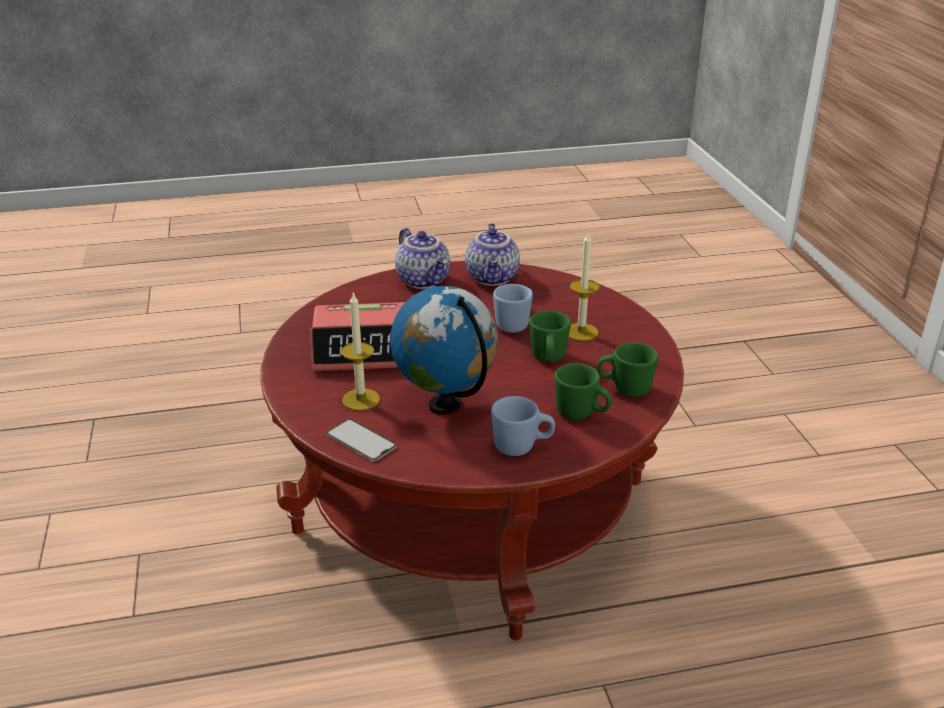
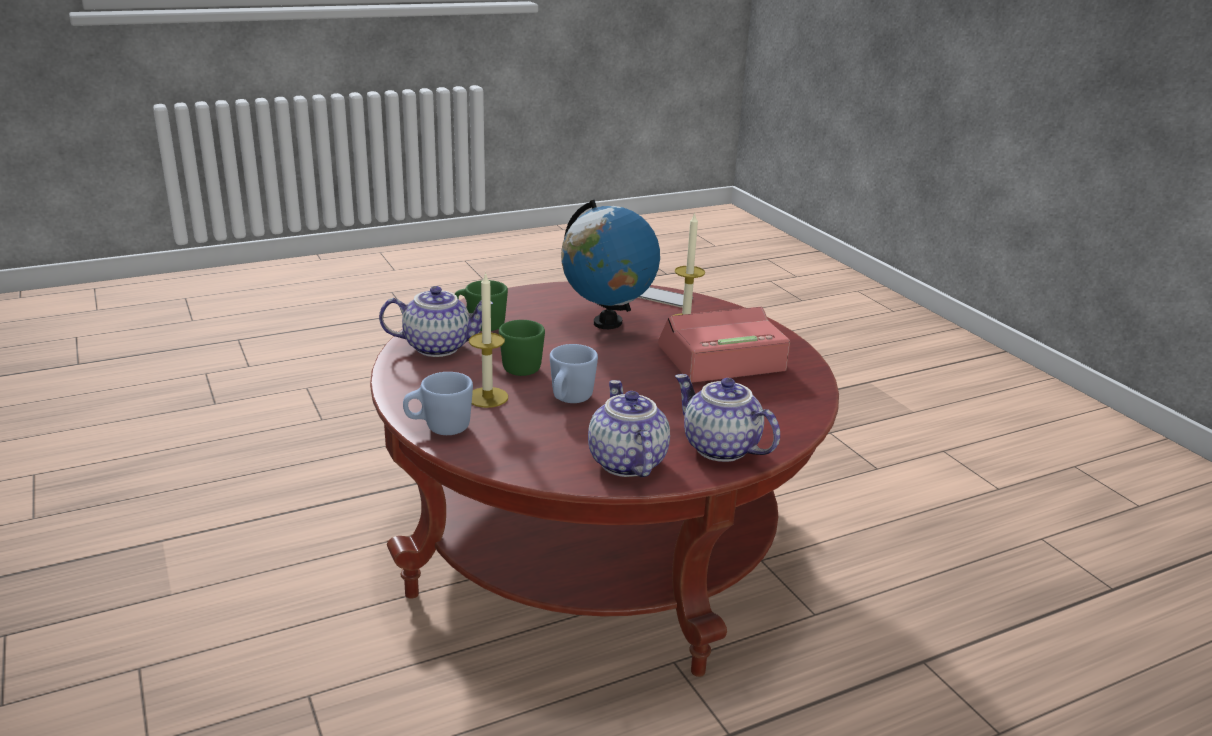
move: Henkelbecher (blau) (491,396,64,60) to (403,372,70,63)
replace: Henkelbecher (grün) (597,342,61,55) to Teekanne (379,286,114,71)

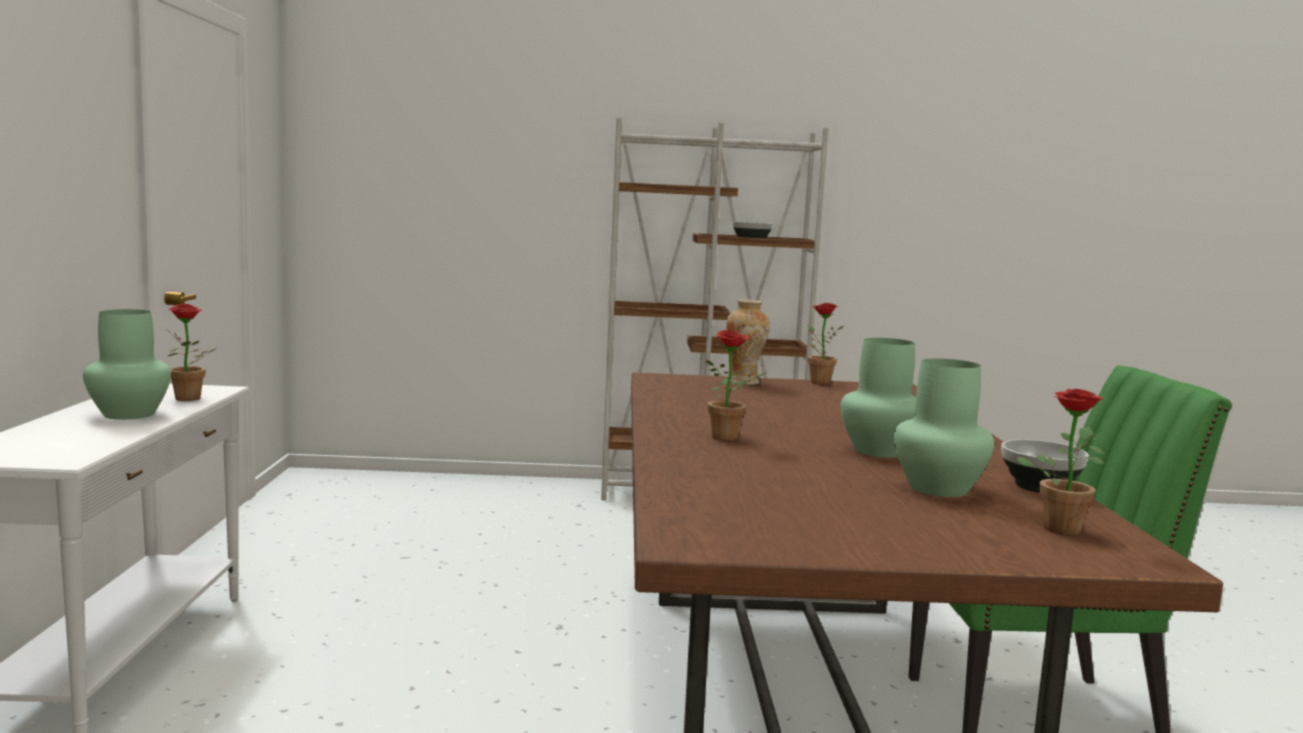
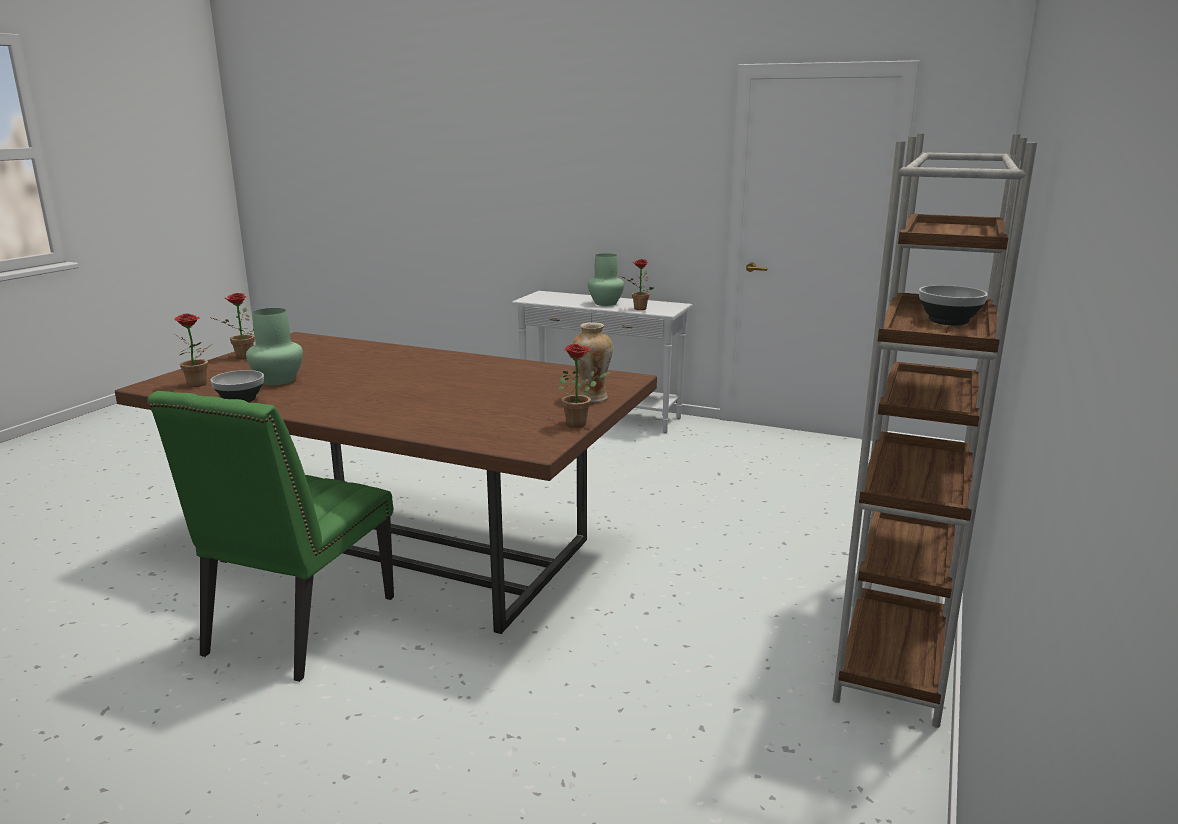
delete: Vase (grün) (840,338,76,120)
move: Topfpflanze (706,330,62,111) to (212,293,43,66)

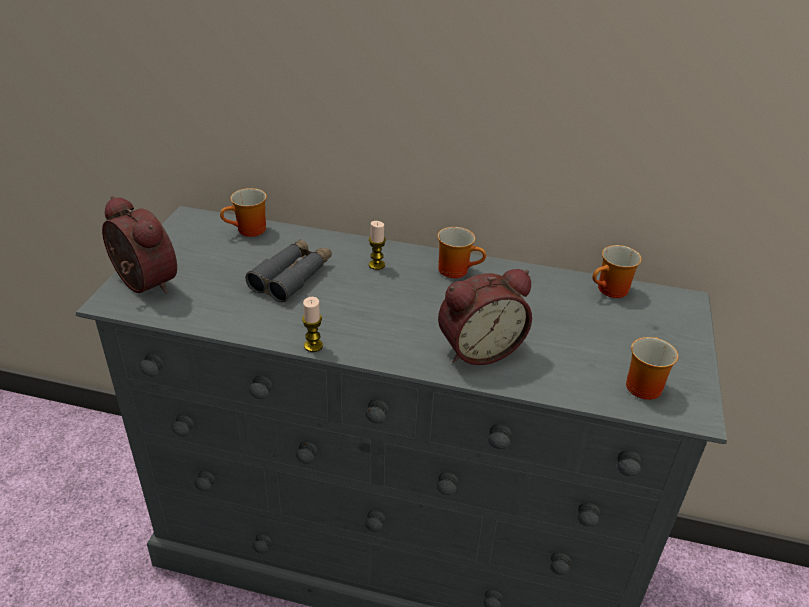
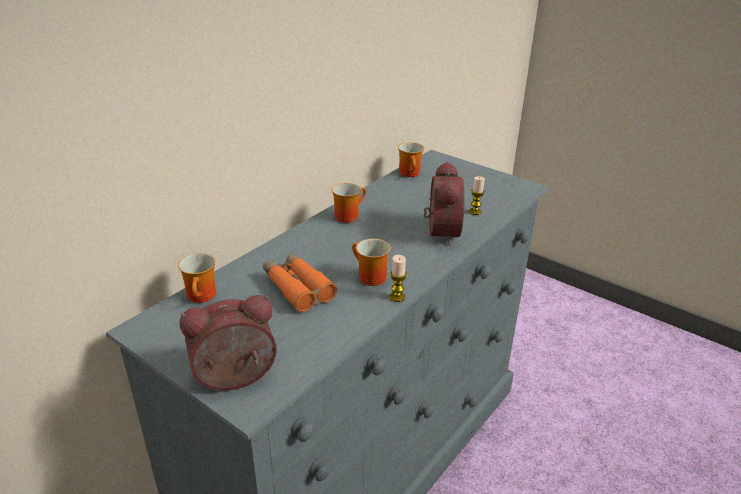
move: Kerze (369,221,17,49) to (469,176,16,39); Henkelbecher (626,337,52,63) to (352,239,39,47)
recolor: Fernglas (grau) (246,239,86,63) to Fernglas (orange) (263,253,74,59)

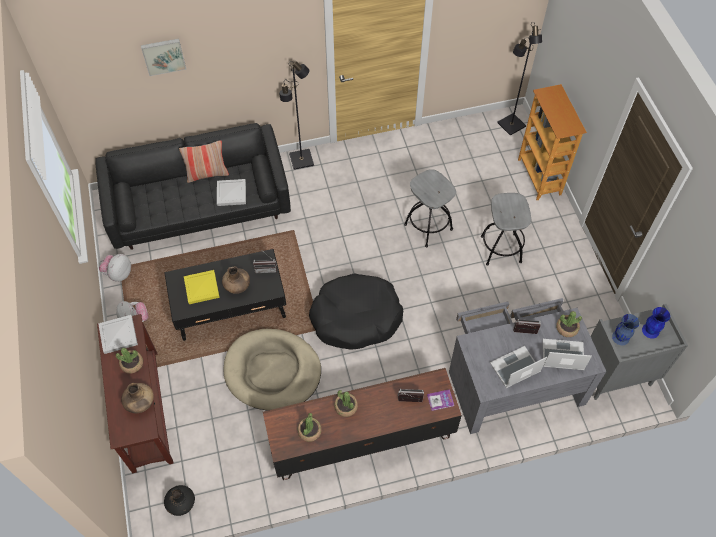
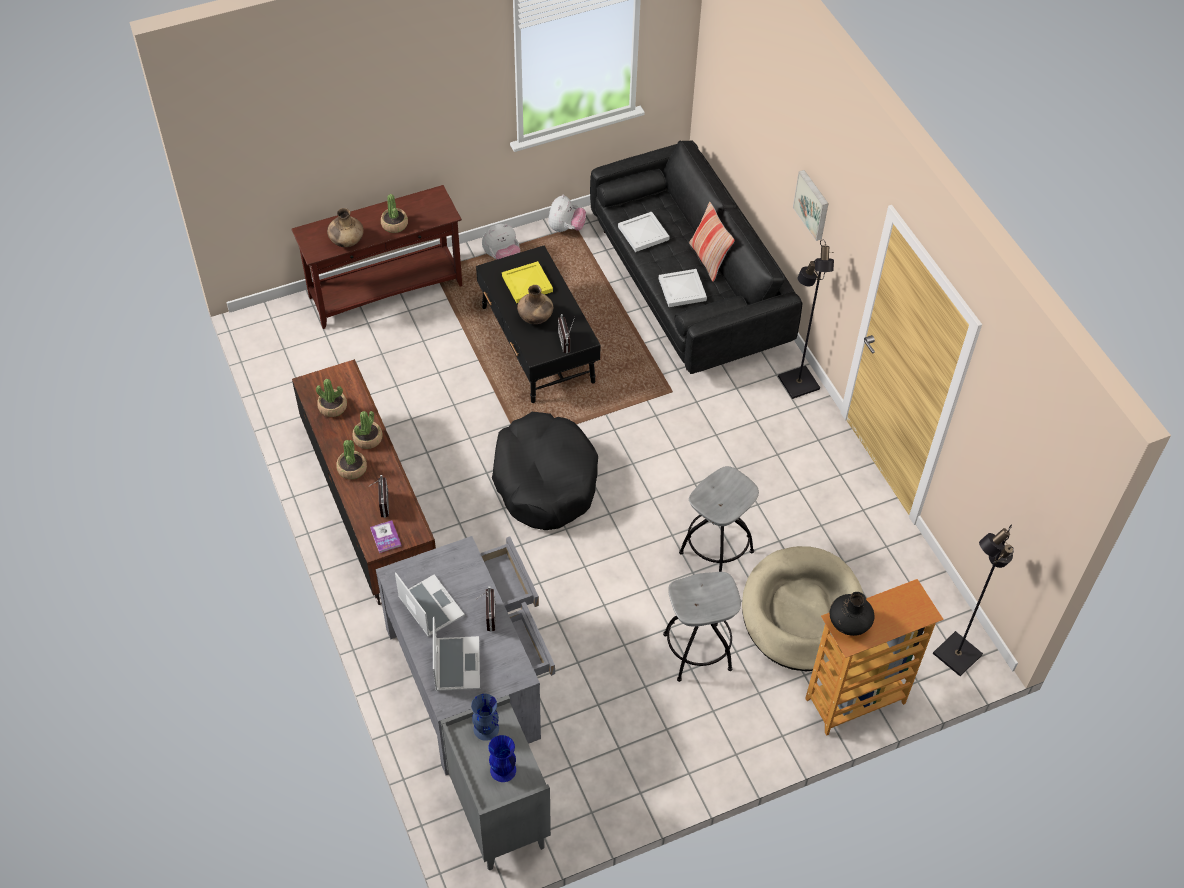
move: Tablett (weiß) (98,315,40,39) to (618,212,52,40); Bild (141,39,45,37) to (793,170,36,71); Vase (schwarz) (164,485,31,31) to (830,592,45,44); Hundebett (beige) (224,329,97,82) to (742,546,121,125); Topfpflanze (556,311,26,26) to (336,440,31,39)
rotate: Plüschtier (99,254,32,28) = (548,195,38,37) 90 degrees clockwise

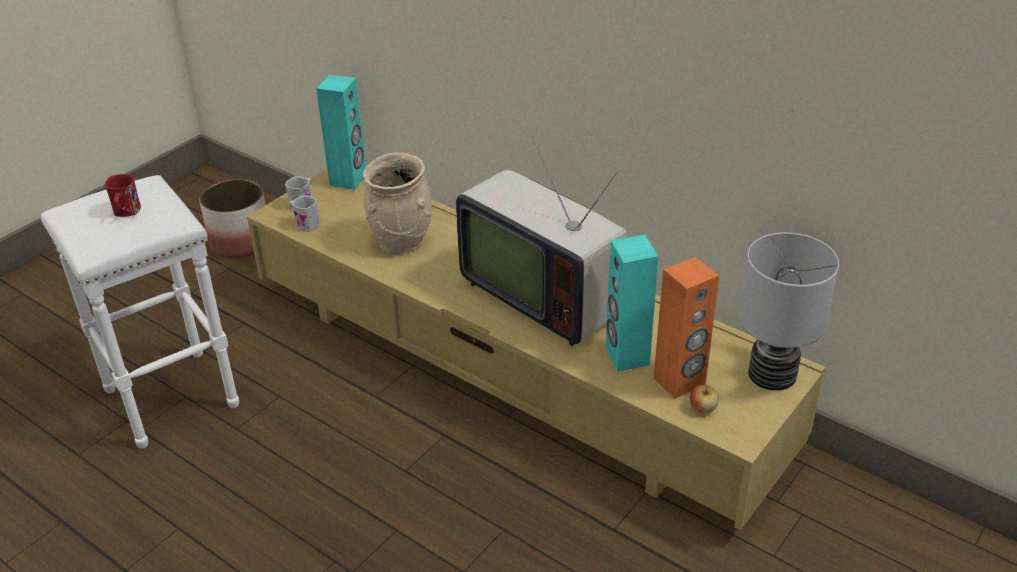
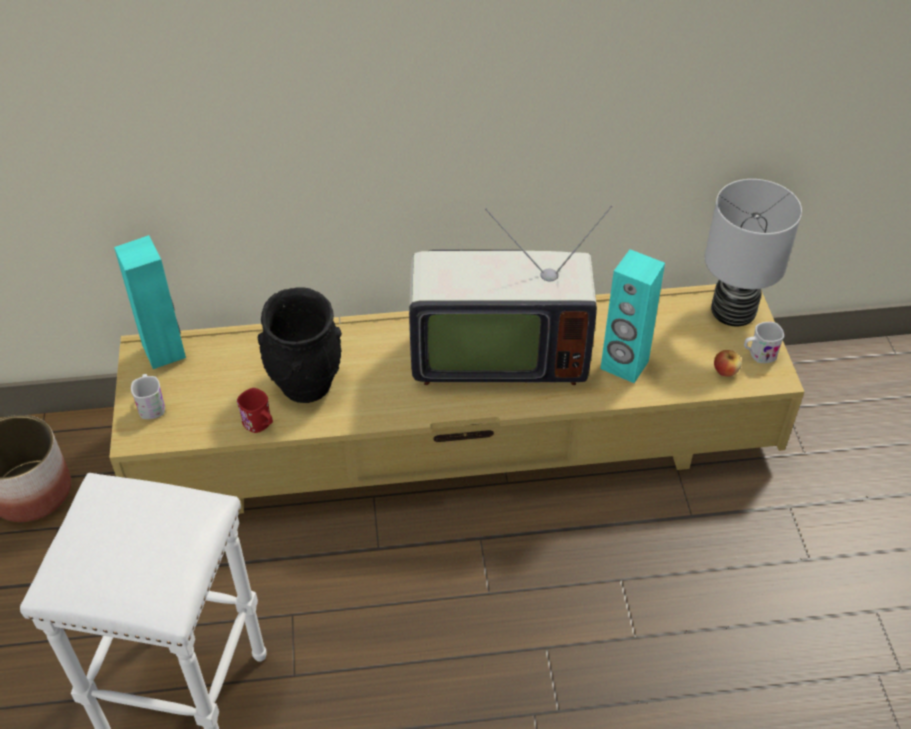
delete: Lautsprecher (orange) (654,257,66,142)
move: Henkelbecher (rot) (105,174,36,43) to (237,388,36,45); Henkelbecher (weiß) (289,195,31,37) to (744,322,40,41)
recolor: Vase (beige) (363,152,69,103) to Vase (schwarz) (258,287,84,116)

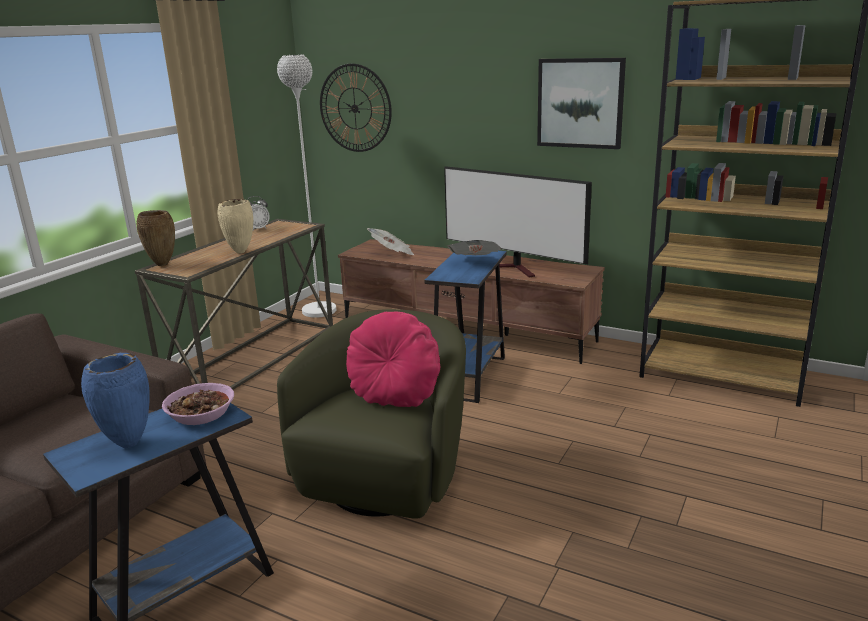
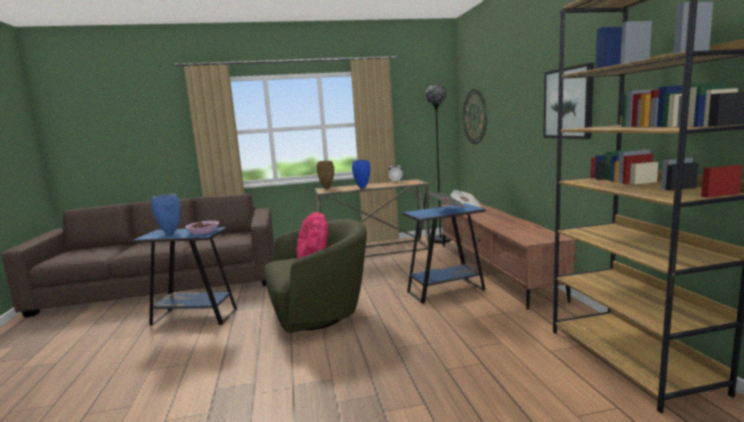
delete: Fernseher (444,166,148,112)
recolor: Vase (beige) (218,199,35,55) to Vase (blau) (352,160,18,28); Stehlampe (weiß) (277,54,59,264) to Stehlampe (schwarz) (426,85,25,158)

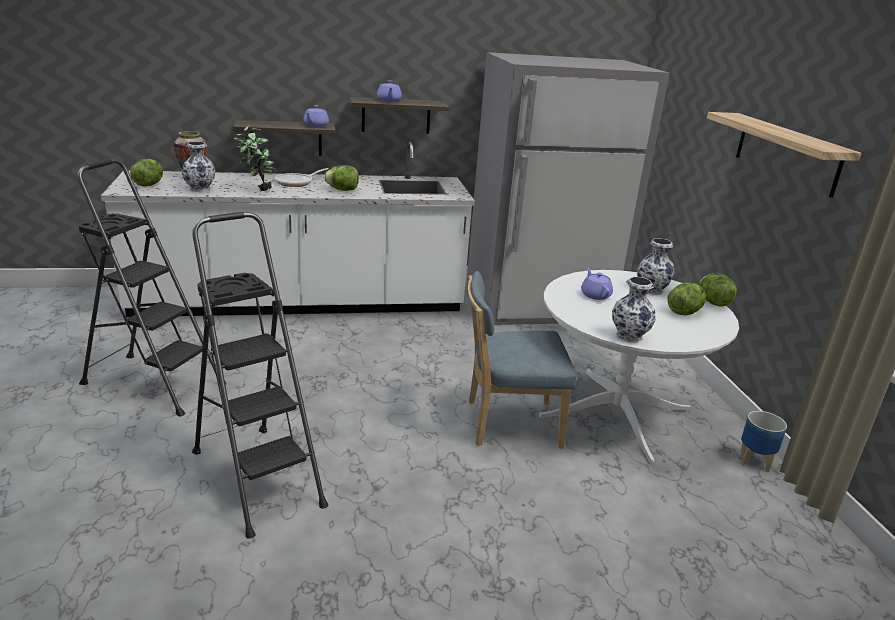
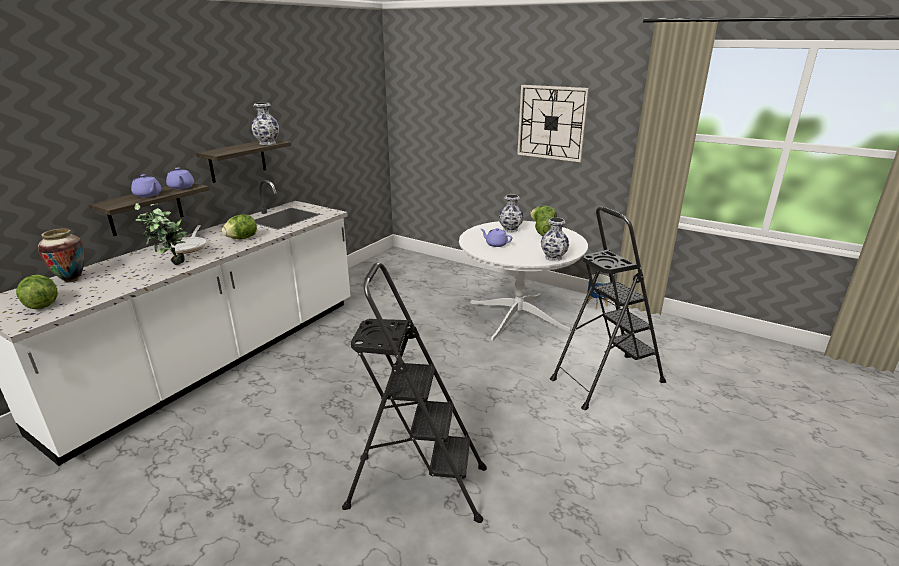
delete: Kühlschrank (grau) (466,52,204,273); Stuhl (blau) (468,271,109,177)
move: Trittleiter (78,159,148,257) to (550,207,116,203); Vase (182,141,34,51) to (252,102,27,43); Teekanne (lila) (377,80,25,22) to (131,174,31,23)
replace: Wandregal (707,112,155,86) to Wanduhr (517,85,72,77)

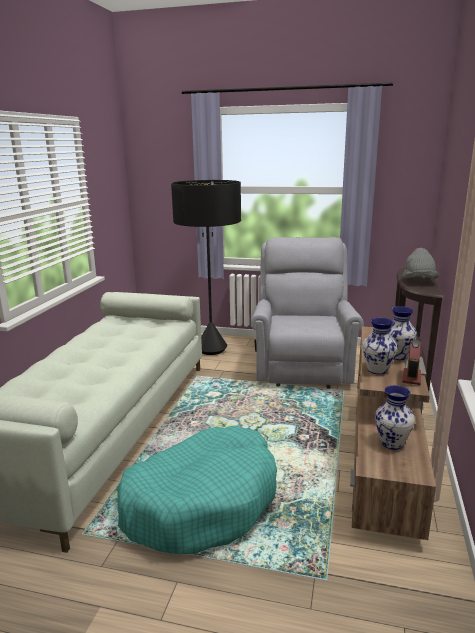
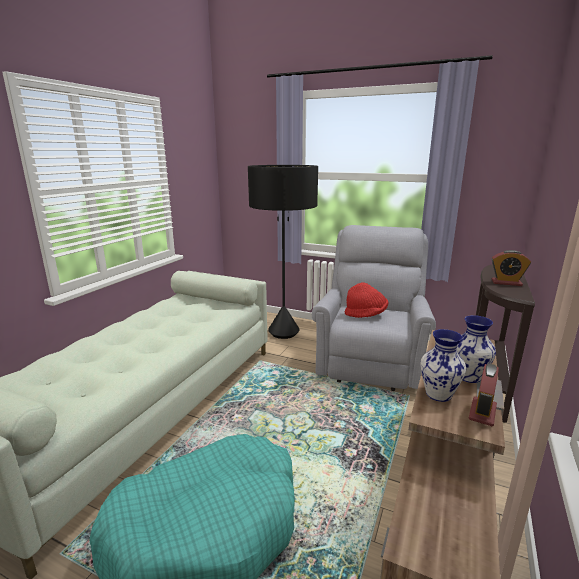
delete: Vase (375,385,40,65)
insert: Hut (rot) (345,282,43,36)
replace: Hut (grau) (402,248,37,31) to Wecker (491,250,40,36)

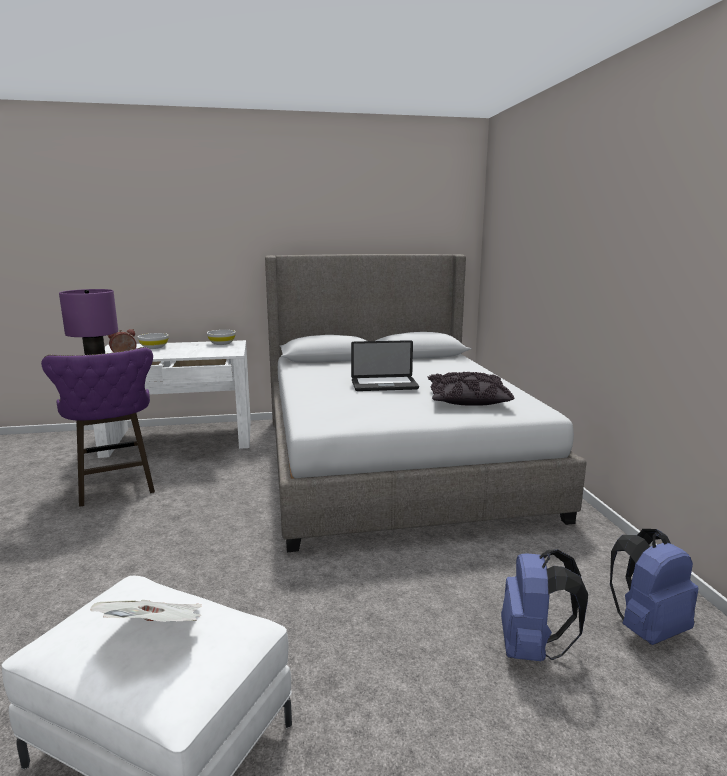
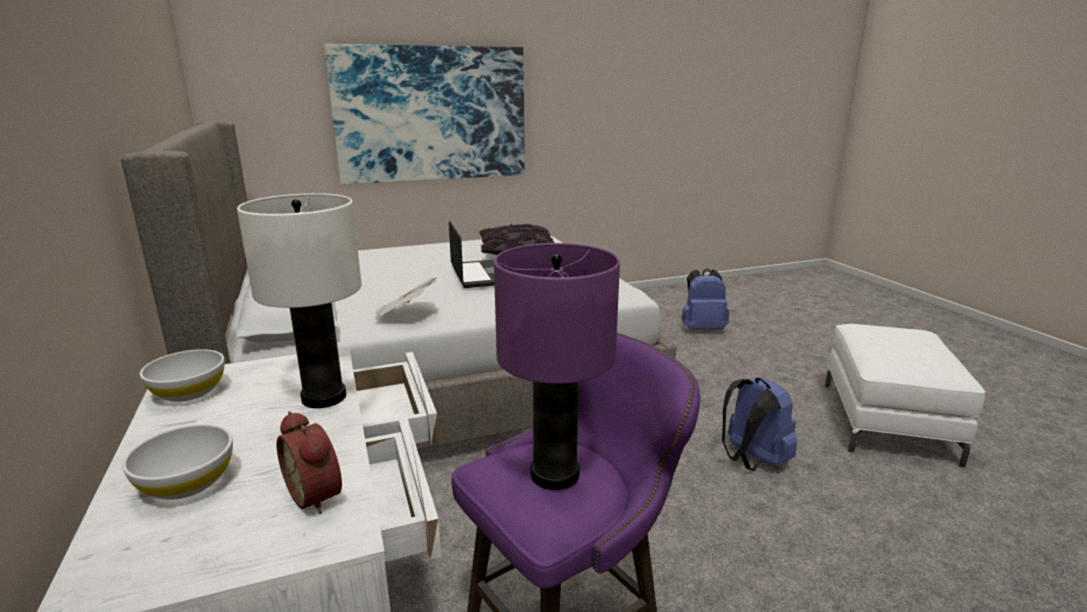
insert: Tischlampe (weiß) (237,193,125,215); Bild (324,44,201,141)
move: Zeitung (90,600,112,22) to (375,277,62,42); Rucksack (blau) (610,529,88,116) to (722,378,75,93)

